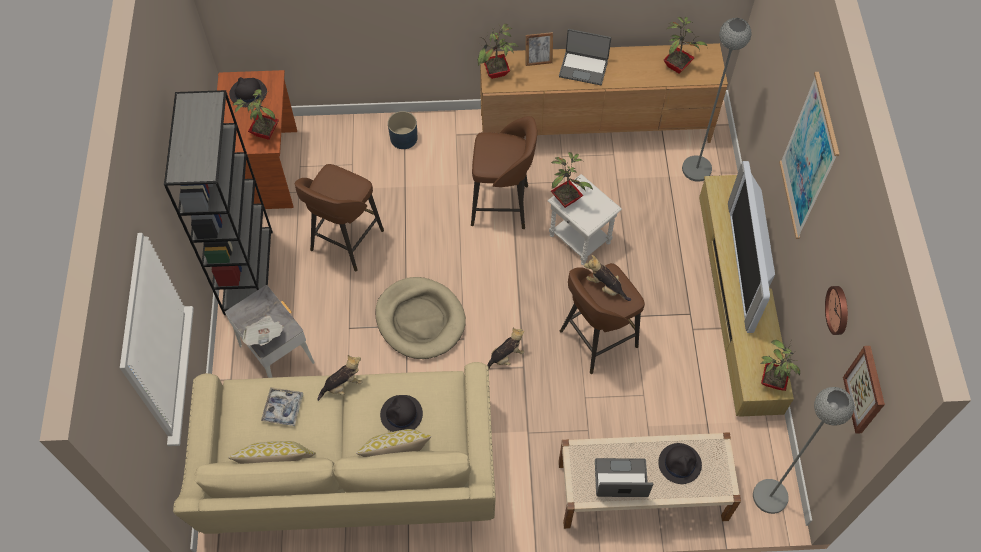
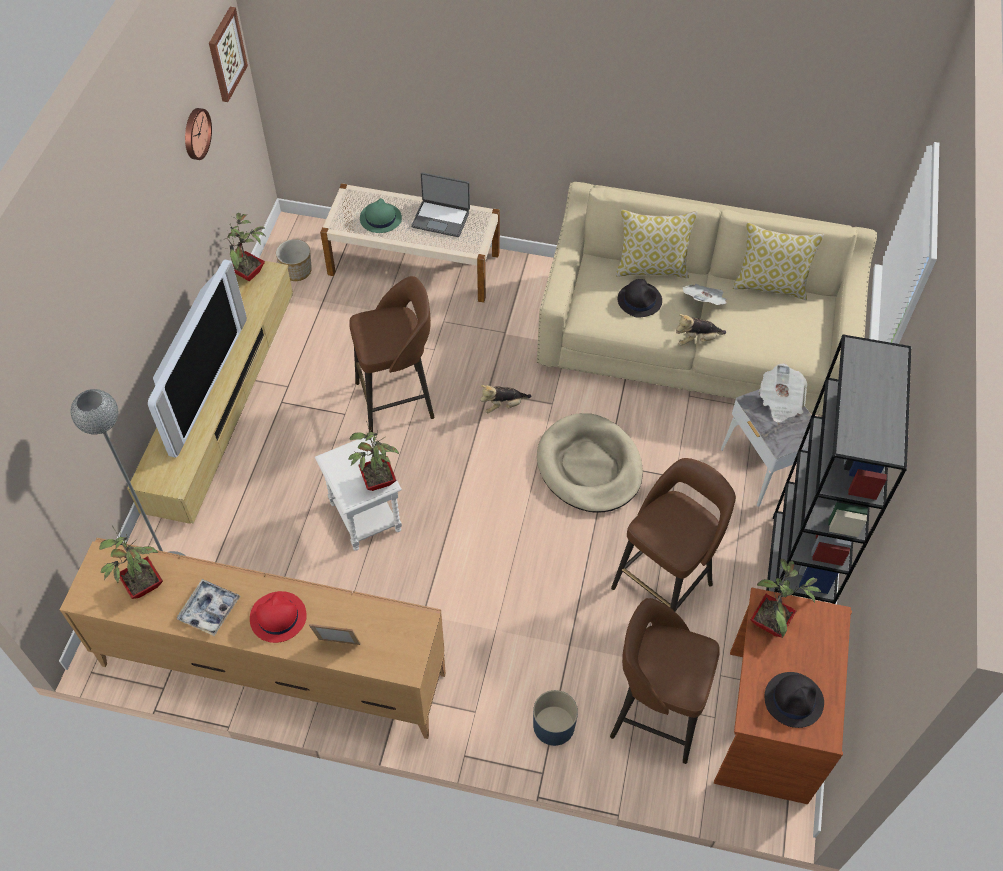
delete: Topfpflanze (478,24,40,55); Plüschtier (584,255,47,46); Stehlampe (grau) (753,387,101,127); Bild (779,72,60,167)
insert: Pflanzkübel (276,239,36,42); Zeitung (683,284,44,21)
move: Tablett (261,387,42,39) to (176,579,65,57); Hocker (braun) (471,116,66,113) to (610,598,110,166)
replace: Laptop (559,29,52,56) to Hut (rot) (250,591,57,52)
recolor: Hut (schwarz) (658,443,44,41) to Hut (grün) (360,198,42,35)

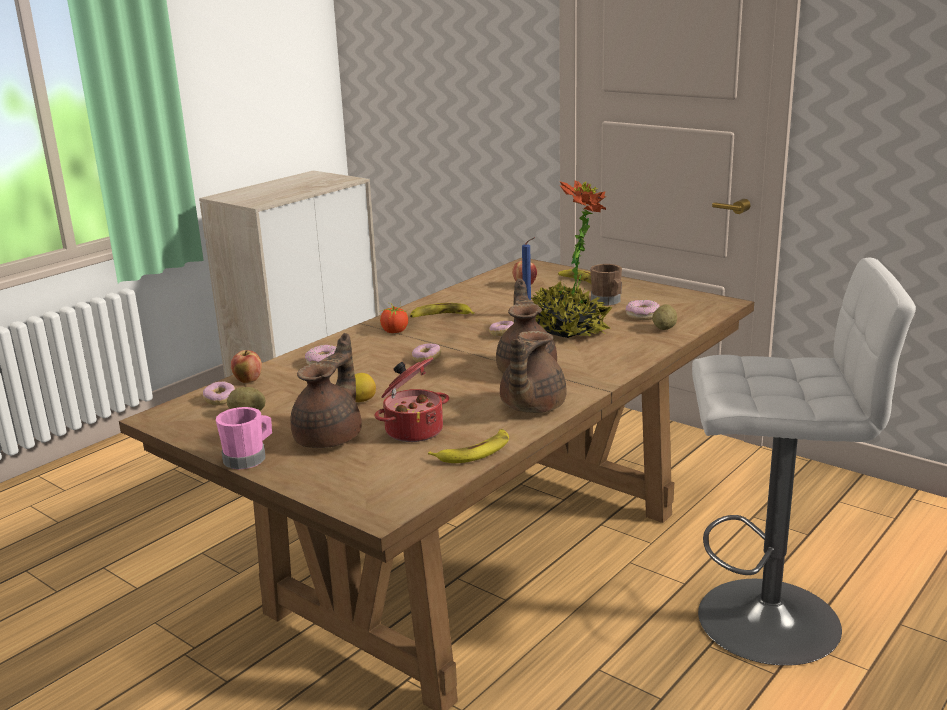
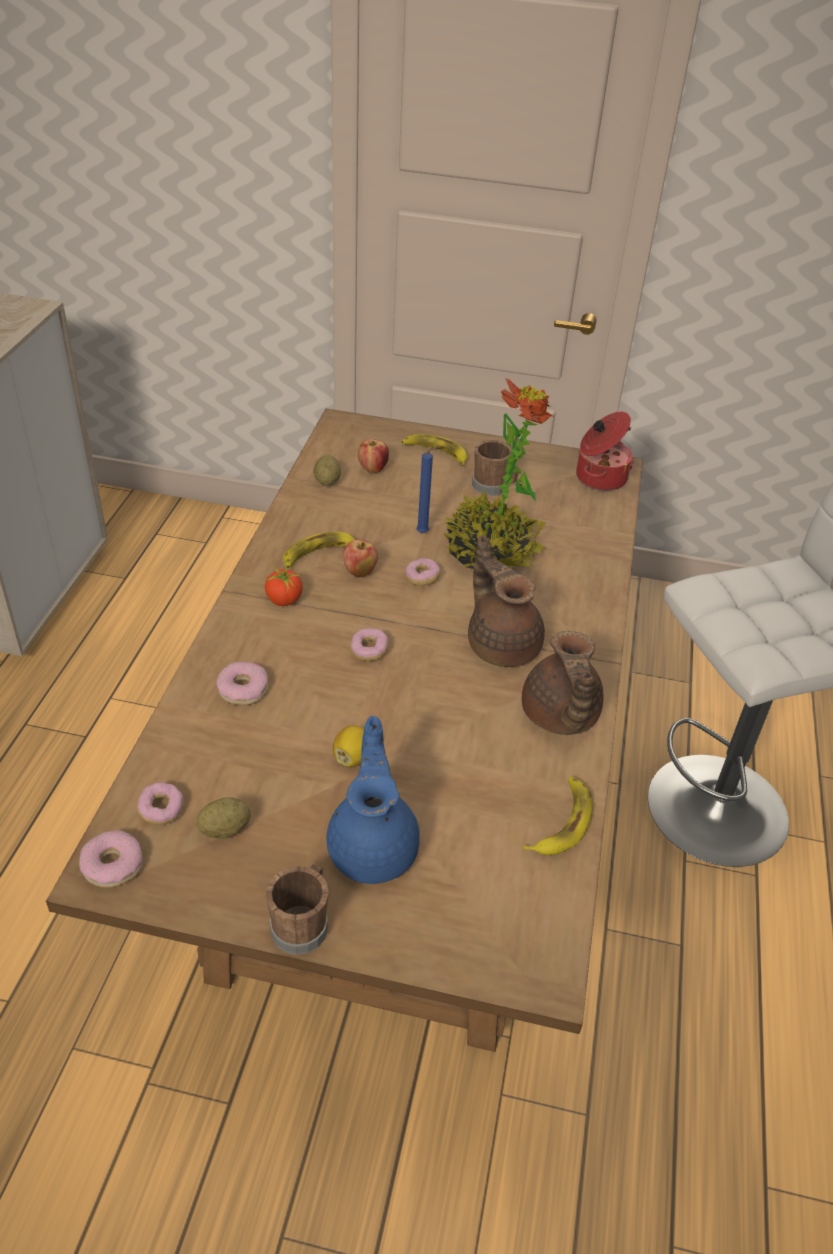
move: Apfel (231,350,31,33) to (343,539,35,38); Kochtopf (374,357,75,85) to (576,412,58,79); Donut (626,300,34,20) to (79,830,64,58); Kartoffel (652,304,25,26) to (313,455,28,31)
recolor: Henkelbecher (rosa) (216,407,56,62) to Henkelbecher (braun) (266,865,63,90); Teekanne (braun) (290,333,72,115) to Teekanne (blau) (326,716,94,168)

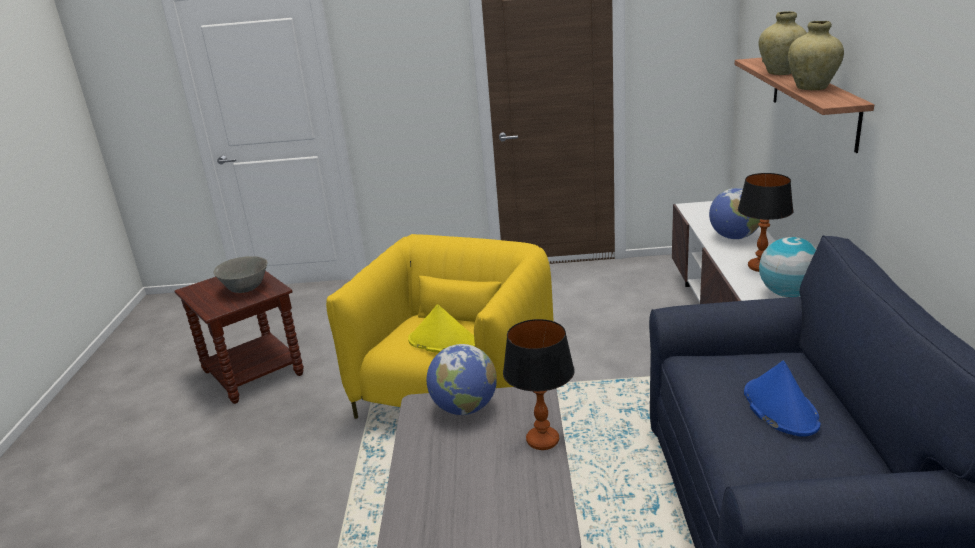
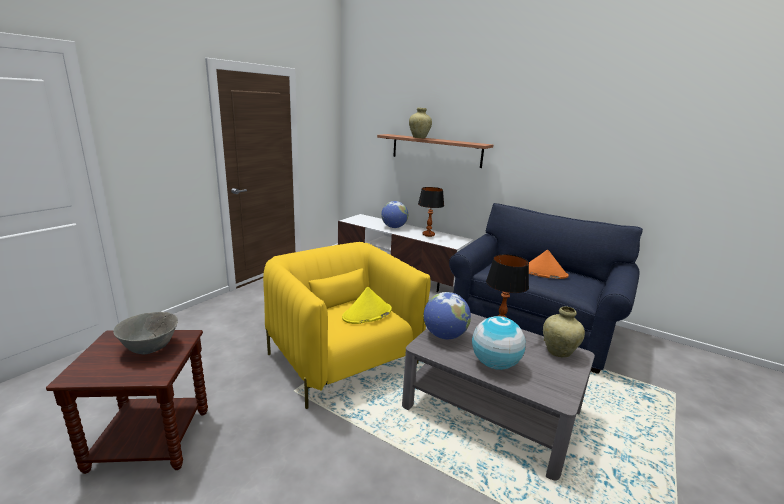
move: Globus (759,237,58,60) to (472,316,54,54); Vase (beige) (788,21,56,69) to (543,306,42,51)
recolor: Hut (blau) (744,360,77,76) to Hut (orange) (529,249,40,30)

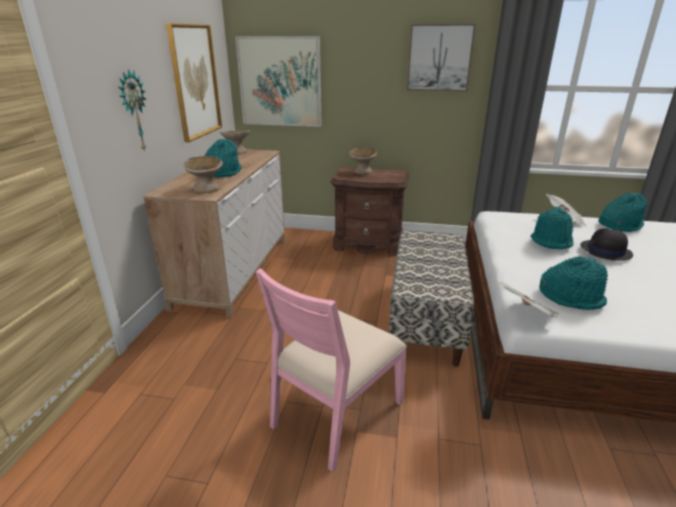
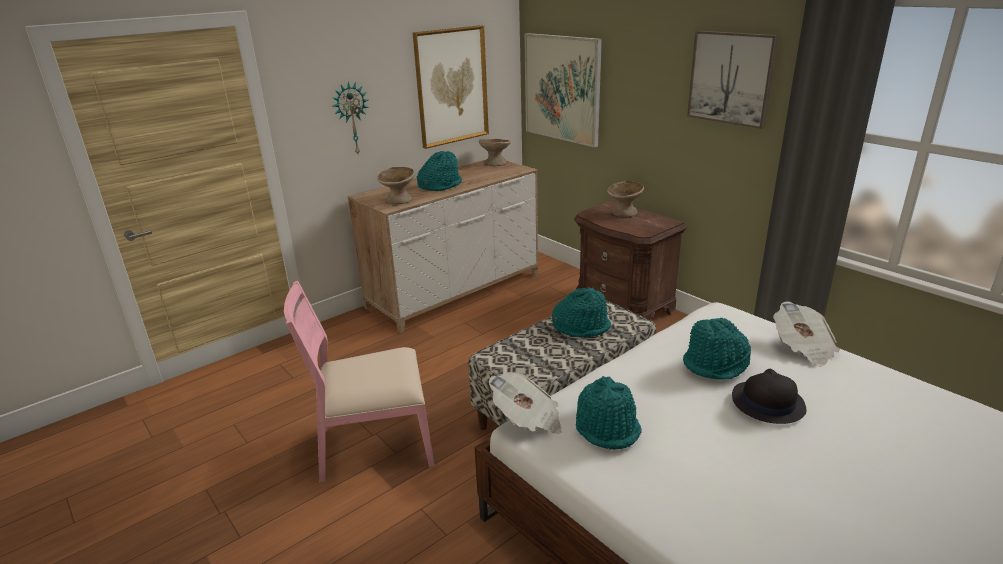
move: Hut (türkis) (598,193,50,39) to (552,287,59,50)

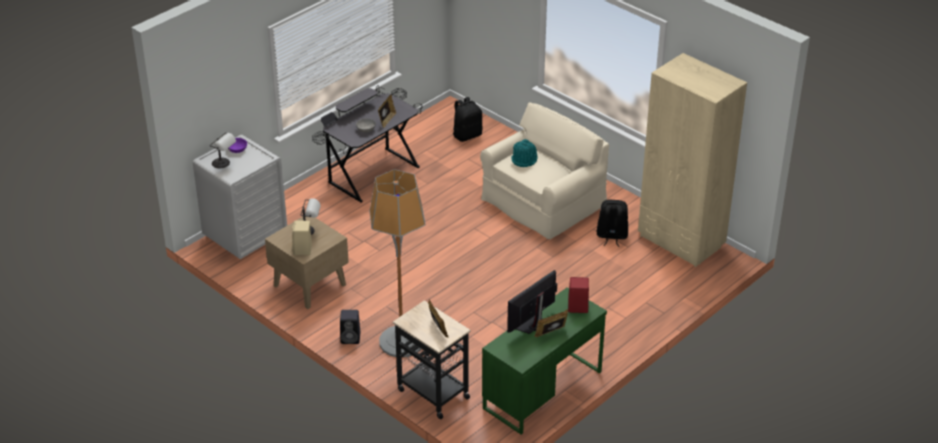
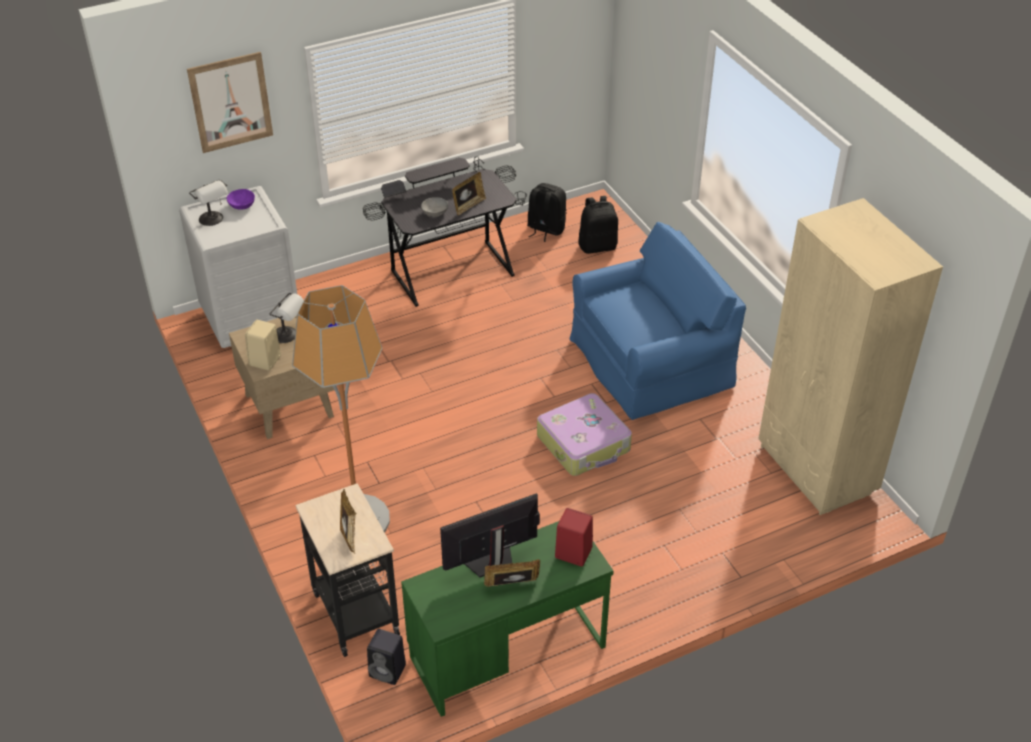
delete: Hut (türkis) (512,139,26,28)
insert: Bild (187,52,86,101); Koffer (537,393,95,83)
move: Lautsprecher (schwarz) (340,310,20,34) to (367,629,39,56); Rucksack (schwarz) (597,200,31,47) to (527,183,39,59)
recolor: Sessel (beige) (480,102,129,137) to Sessel (blau) (569,222,177,198)

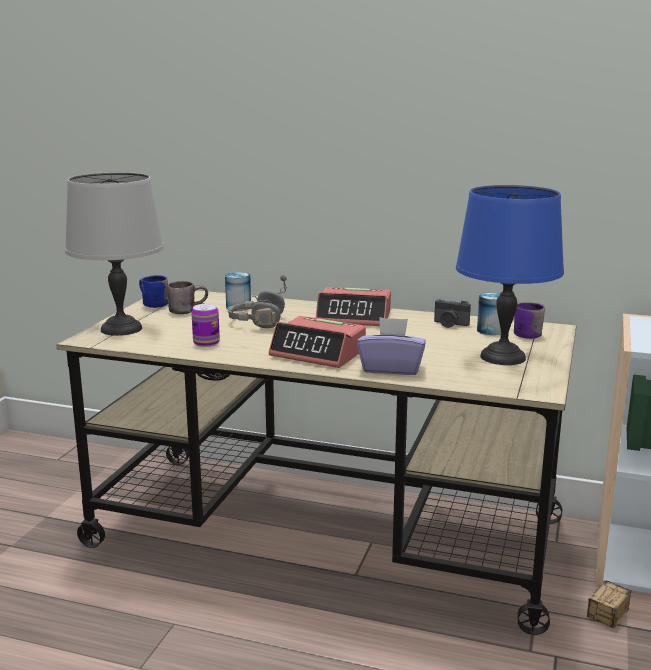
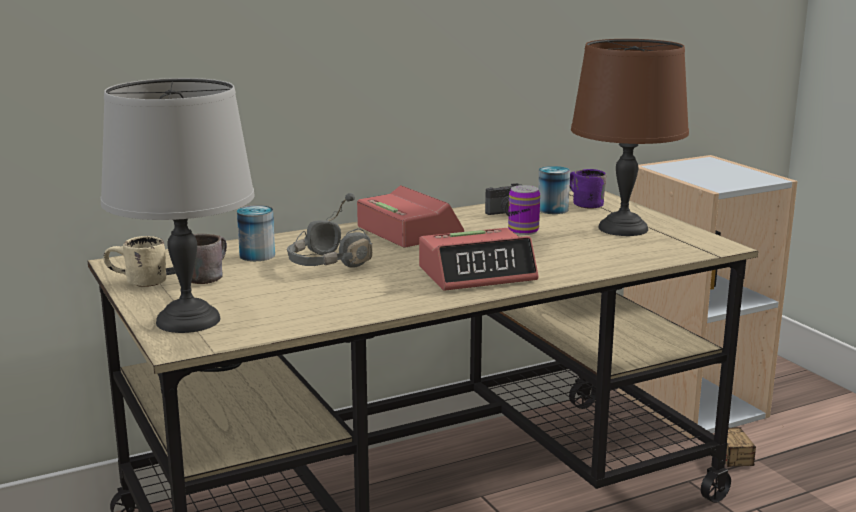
delete: Taschentuchbox (lila) (357,317,69,58)
move: Dose (191,304,29,43) to (508,185,32,50)
recolor: Henkelbecher (blau) (139,275,29,33) to Henkelbecher (beige) (103,236,63,51); Tischlampe (blau) (456,185,108,180) to Tischlampe (braun) (571,39,118,197)
rotate: Wecker (316,287,75,39) = (357,185,107,62) 90 degrees counterclockwise

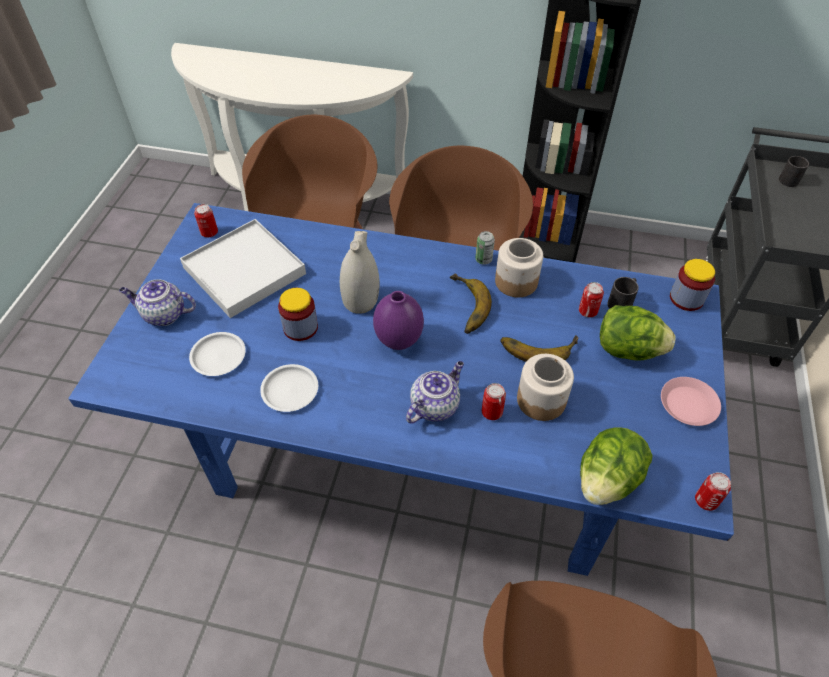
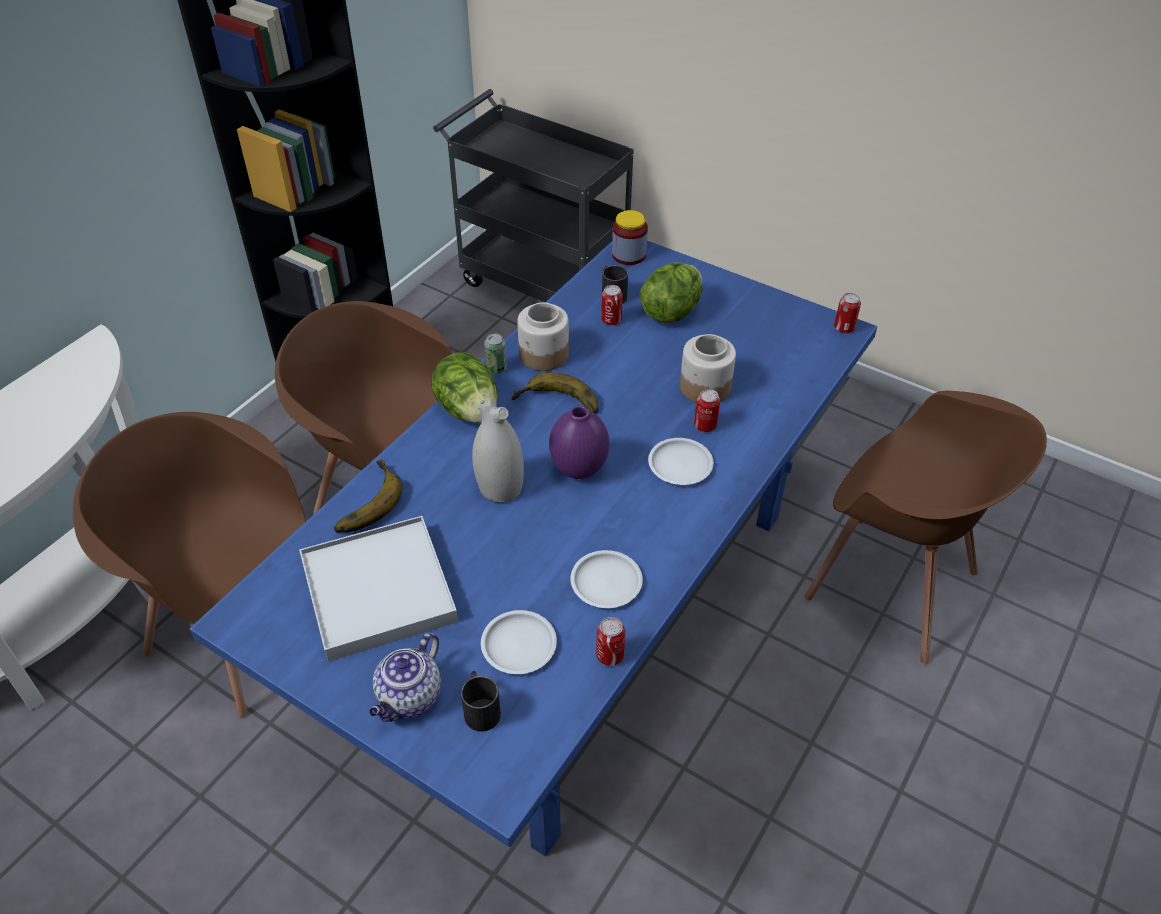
delete: Vorratsglas (278,288,40,53); Teller (rosa) (661,377,60,49)
move: Dose (194,204,24,33) to (596,617,29,49); Banane (500,335,79,27) to (334,460,68,73); Salatkopf (580,427,73,78) to (432,352,66,71); Henkelbecher (schwarz) (779,156,30,31) to (461,671,40,61)
replace: Teekanne (406,361,58,63) to Teller (weiß) (648,438,66,47)

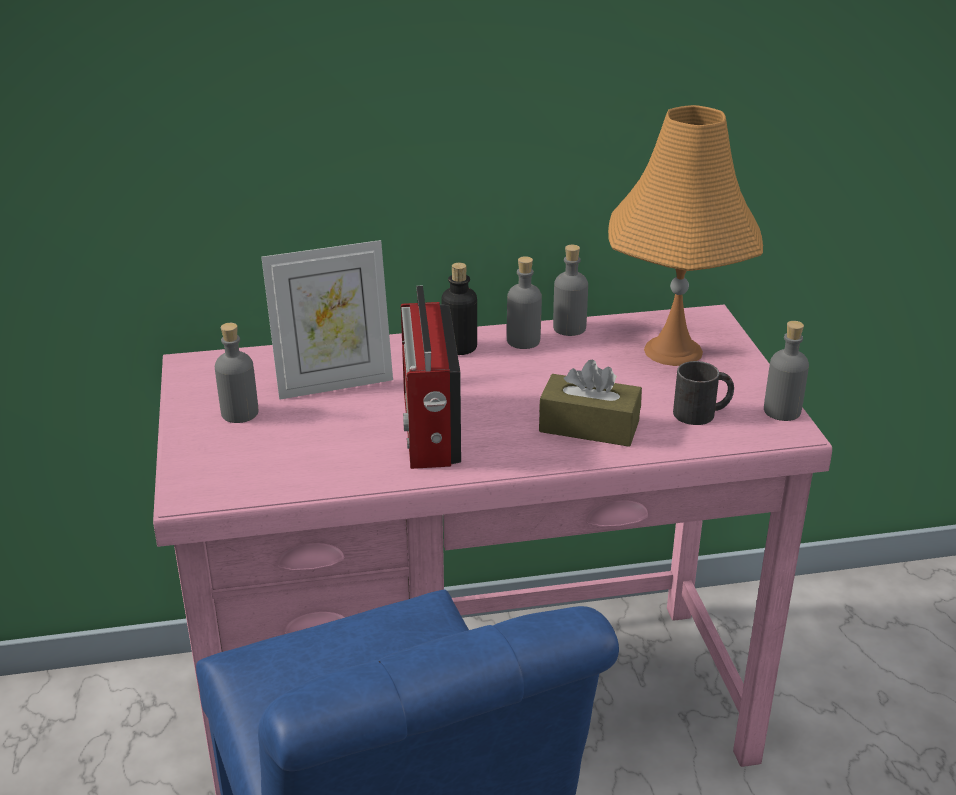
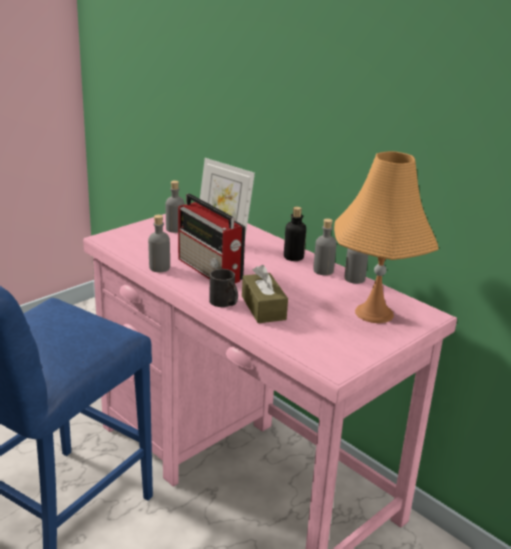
move: Henkelbecher (schwarz) (673,361,61,64) to (209,269,29,38); Flasche (grau) (764,321,45,100) to (148,215,22,57)
rotate: Radio (401,285,60,184) = (178,194,67,89) 90 degrees counterclockwise

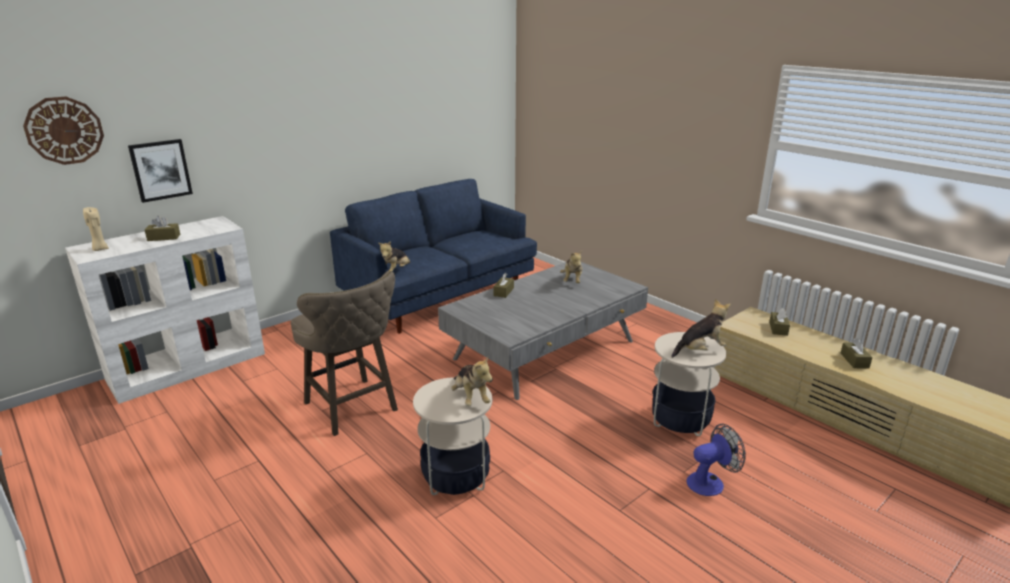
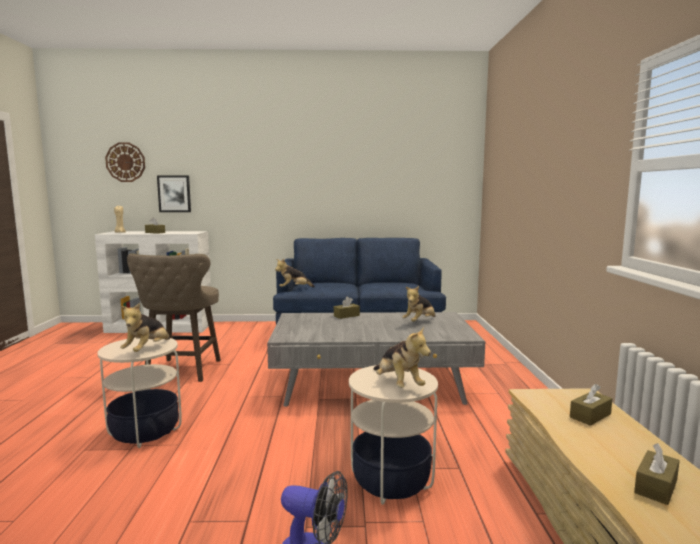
rotate: Plüschtier (671,299,60,59) = (373,326,58,62) 45 degrees clockwise

